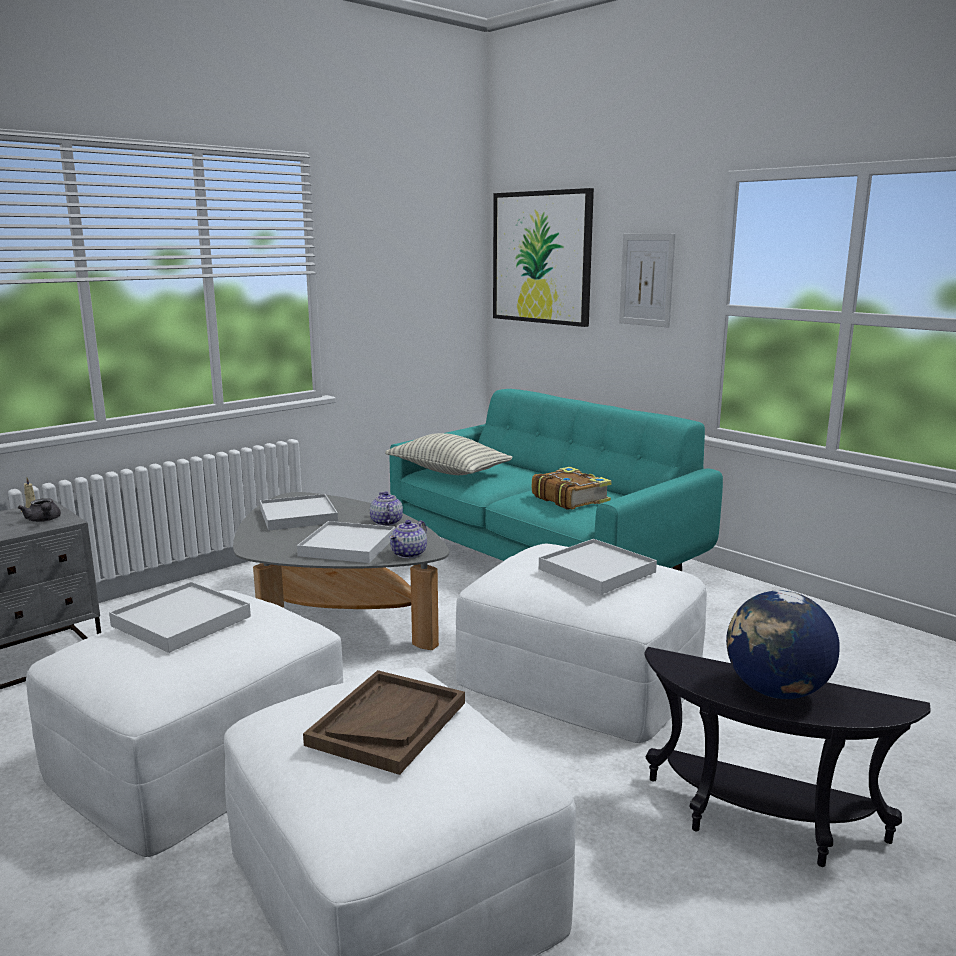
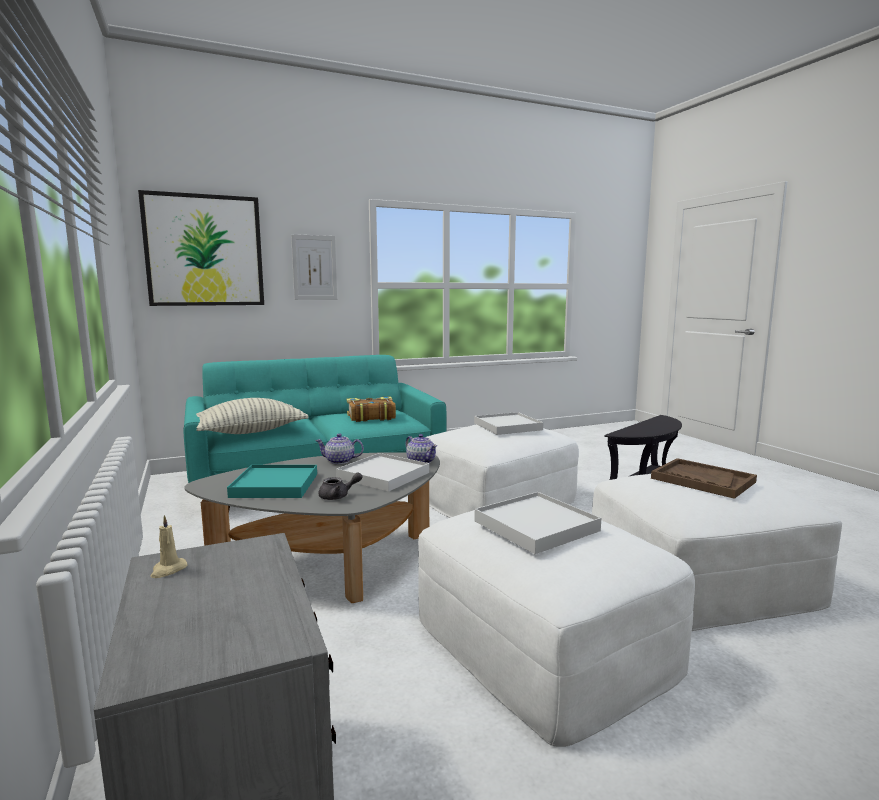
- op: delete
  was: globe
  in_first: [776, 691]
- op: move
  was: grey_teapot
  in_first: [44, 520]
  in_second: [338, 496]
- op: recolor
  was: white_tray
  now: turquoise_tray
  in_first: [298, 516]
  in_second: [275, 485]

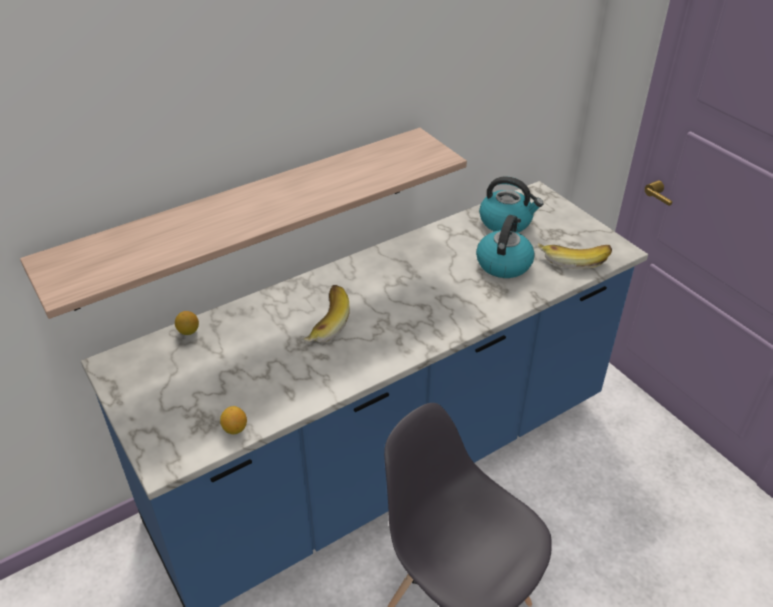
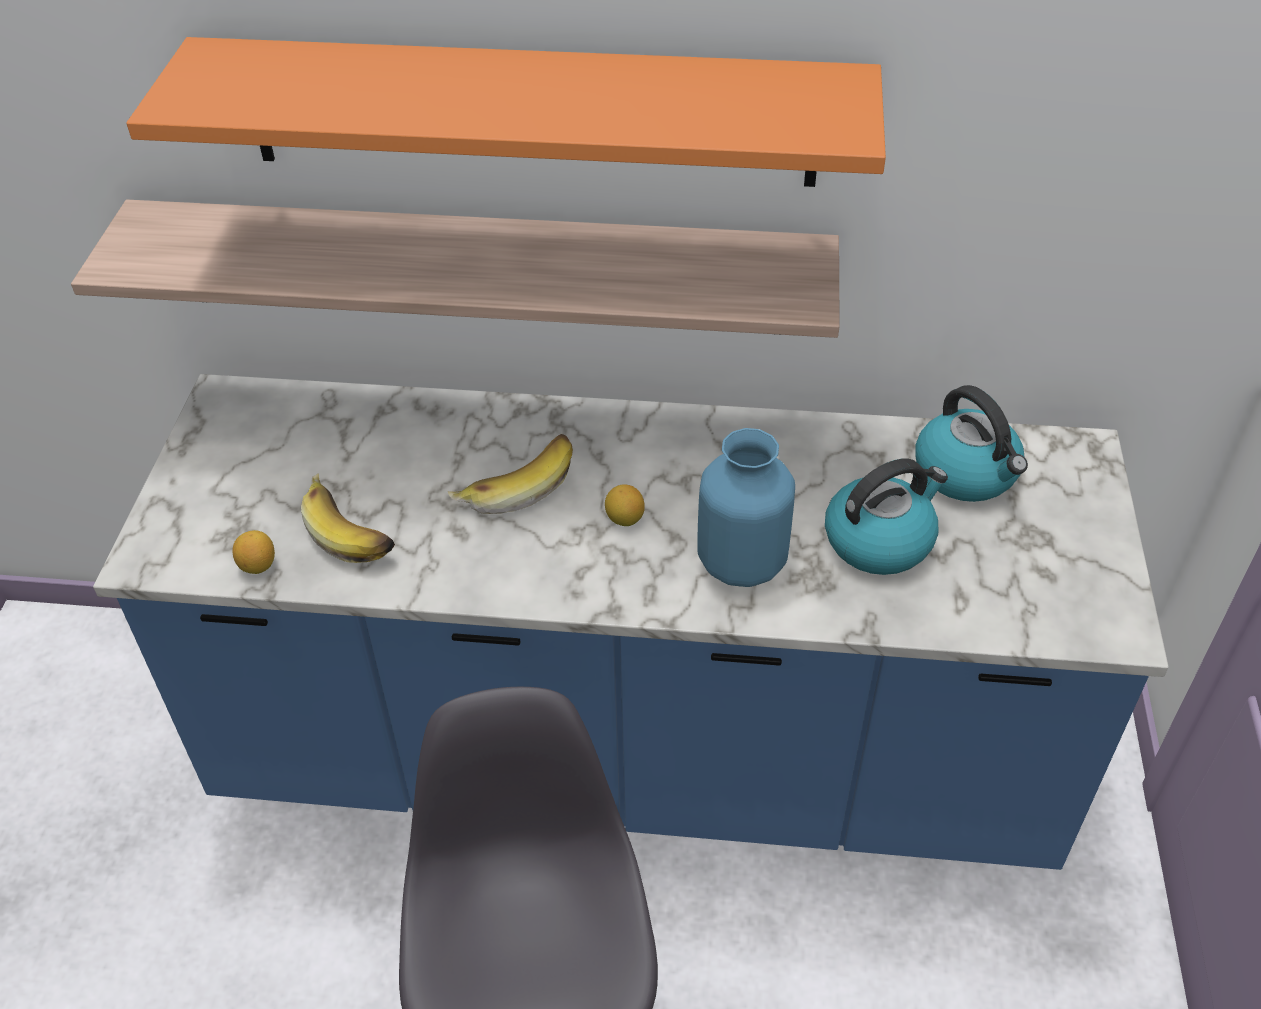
- op: insert
  now: orange_shelf
  in_second: [530, 112]
- op: insert
  now: blue_vase
  in_second: [740, 564]
- op: move
  was: lemon
  in_first: [188, 331]
  in_second: [625, 519]
- op: move
  was: banana
  in_first: [573, 259]
  in_second: [353, 531]

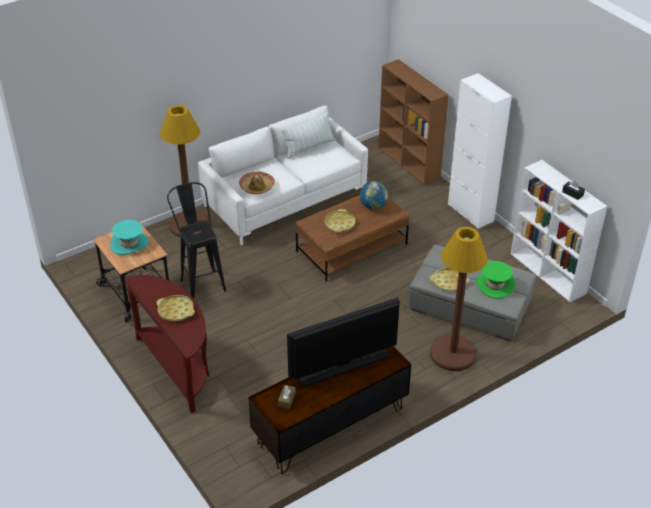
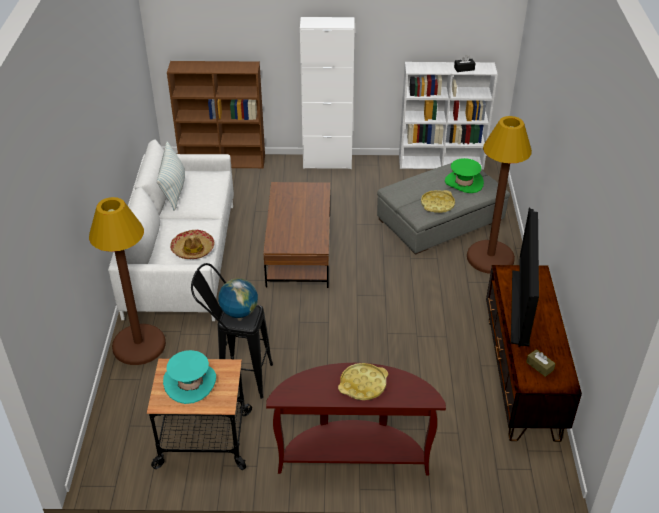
- op: delete
  was: yellow_tray
  in_first: [339, 224]
- op: move
  was: globe
  in_first: [373, 206]
  in_second: [239, 312]

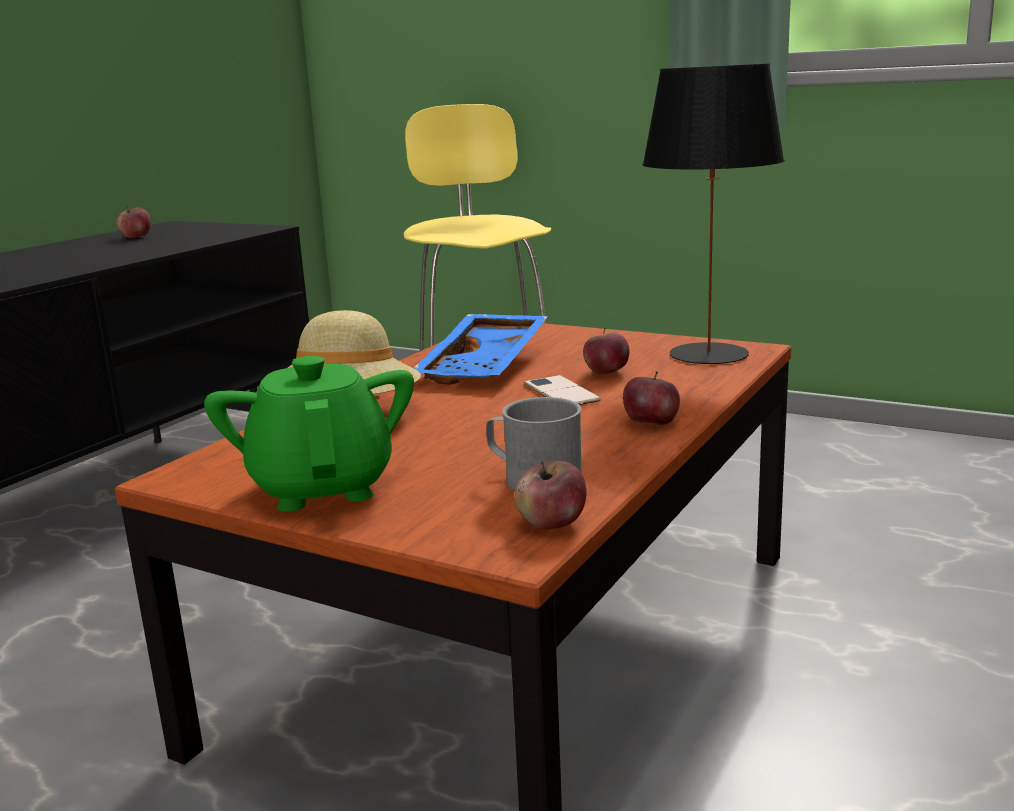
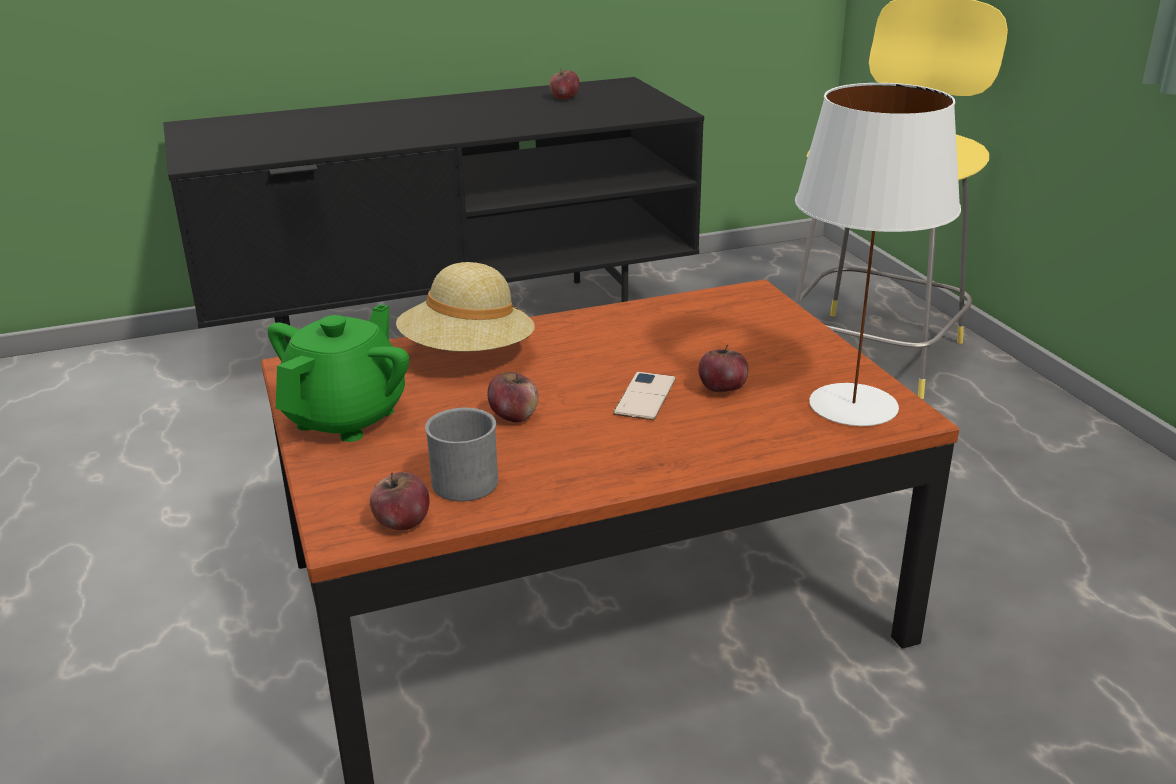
- op: delete
  was: blue_tray
  in_first: [486, 366]
- op: move
  was: apple
  in_first: [651, 423]
  in_second: [514, 416]
- op: recolor
  was: black_table_lamp
  now: white_table_lamp
  in_first: [707, 354]
  in_second: [851, 405]

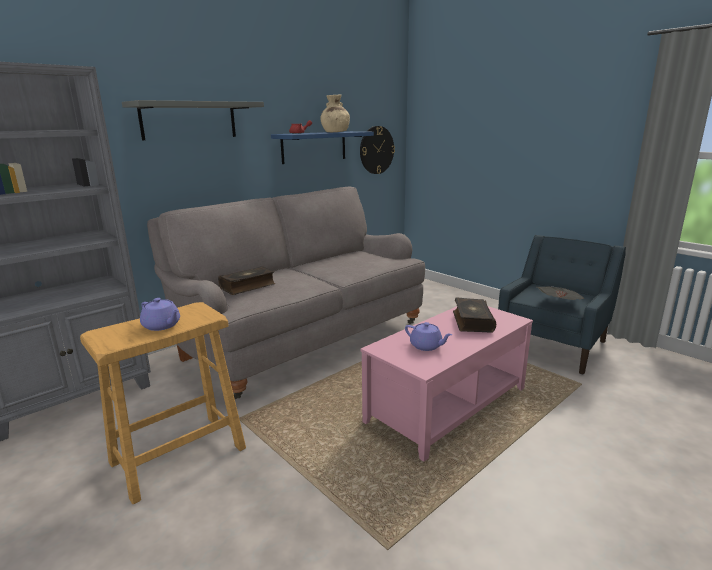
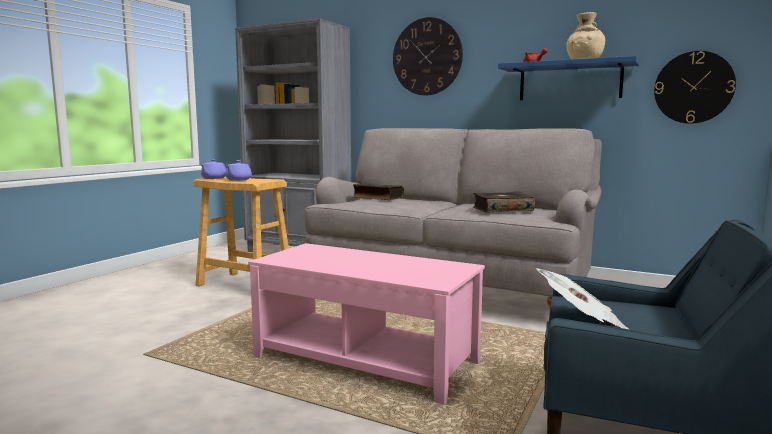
- op: move
  was: purple_teapot
  in_first: [426, 346]
  in_second: [213, 178]
- op: move
  was: book
  in_first: [472, 321]
  in_second: [502, 209]
- op: replace
  was: grey_shelf
  now: wall_clock
  in_first: [189, 120]
  in_second: [427, 57]

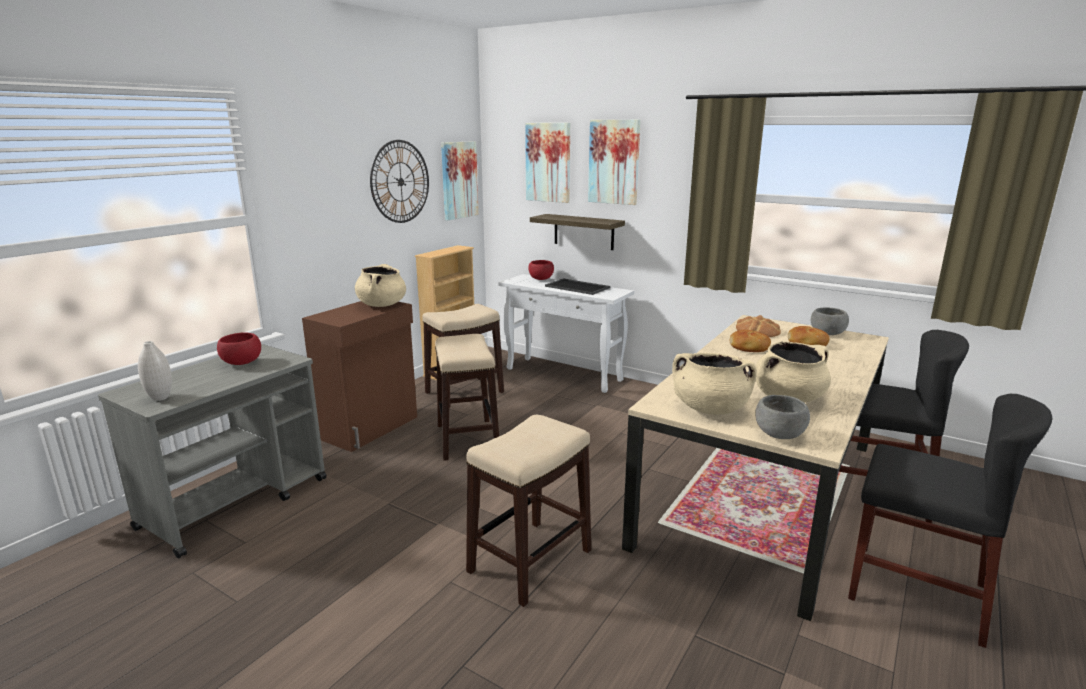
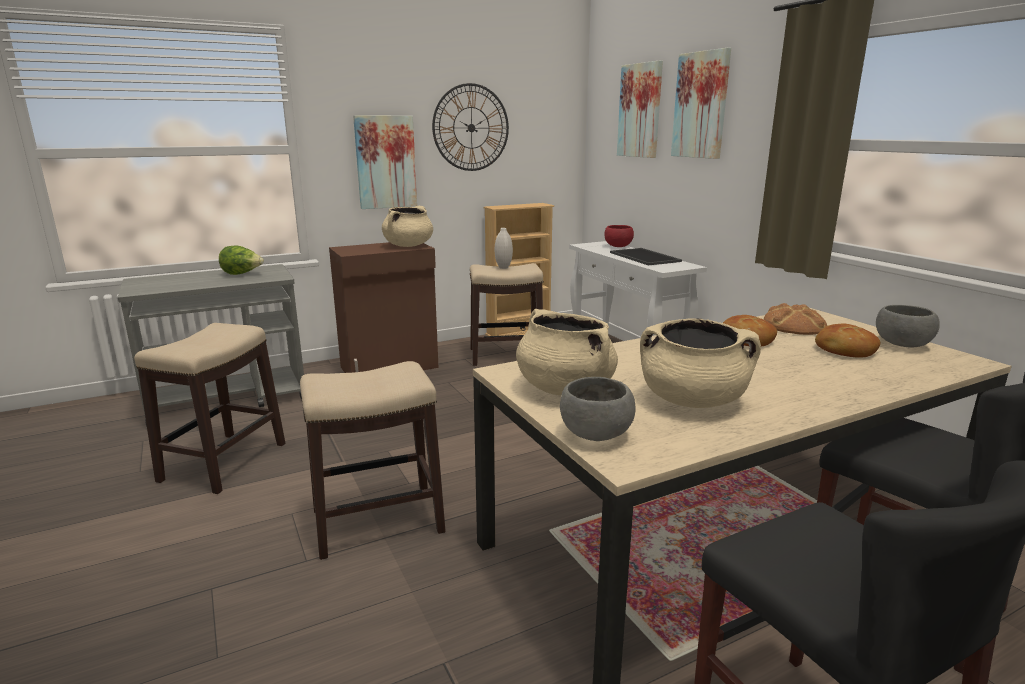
- op: delete
  was: shelf
  in_first: [583, 232]
- op: move
  was: white_vase
  in_first: [160, 398]
  in_second: [503, 267]
- op: move
  was: stool
  in_first: [467, 438]
  in_second: [225, 461]
- op: move
  was: picture
  in_first: [459, 180]
  in_second: [385, 162]
- op: replace
  was: red_bowl
  now: lettuce
  in_first: [242, 363]
  in_second: [242, 274]

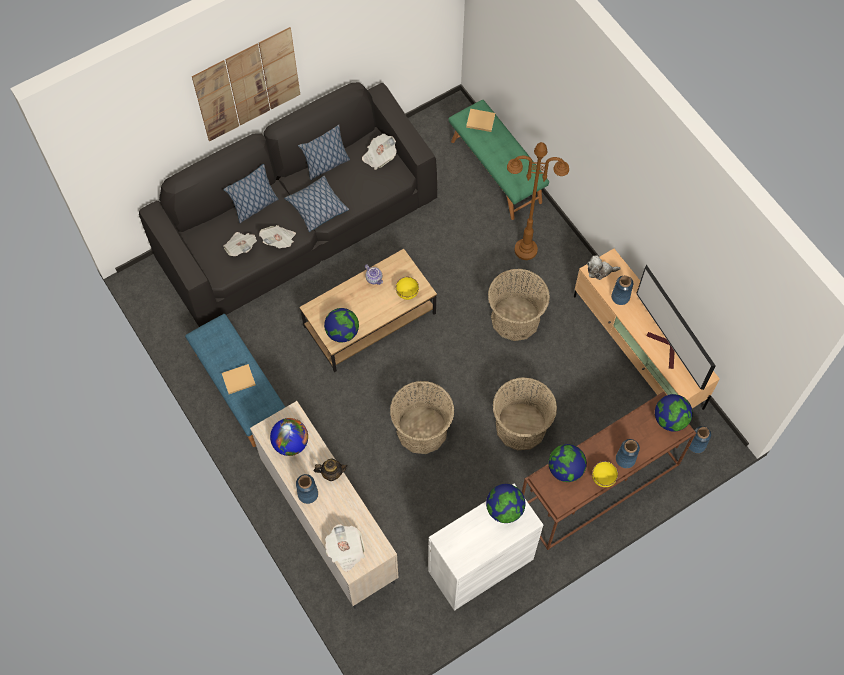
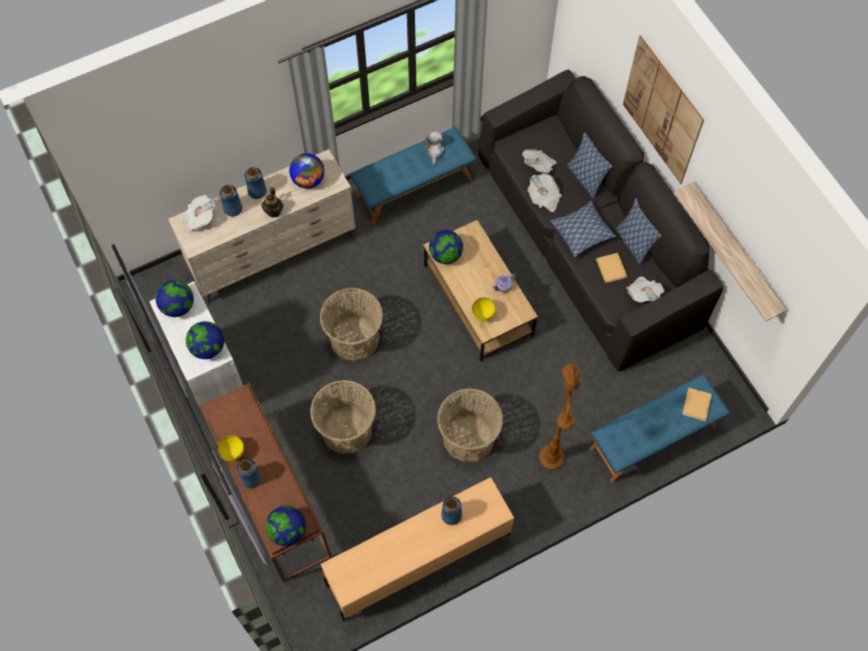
- op: delete
  was: television
  in_first: [667, 348]
- op: insert
  now: shelf
  in_second: [736, 251]
- op: move
  was: beige_book
  in_first: [237, 380]
  in_second: [611, 267]
- op: move
  was: globe
  in_first: [565, 469]
  in_second: [178, 306]
- op: move
  was: plush_toy
  in_first: [600, 271]
  in_second: [434, 151]
- op: move
  was: blue_vase
  in_first: [696, 445]
  in_second: [233, 209]
- op: recolor
  was: green_bench
  now: blue_bench
  in_first: [496, 171]
  in_second: [653, 438]

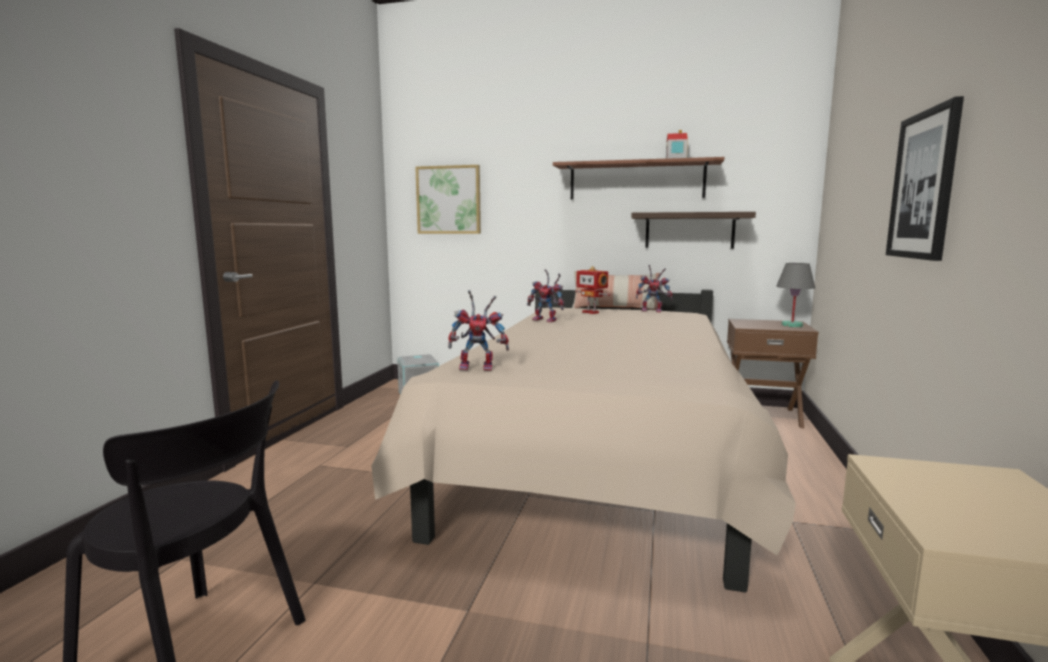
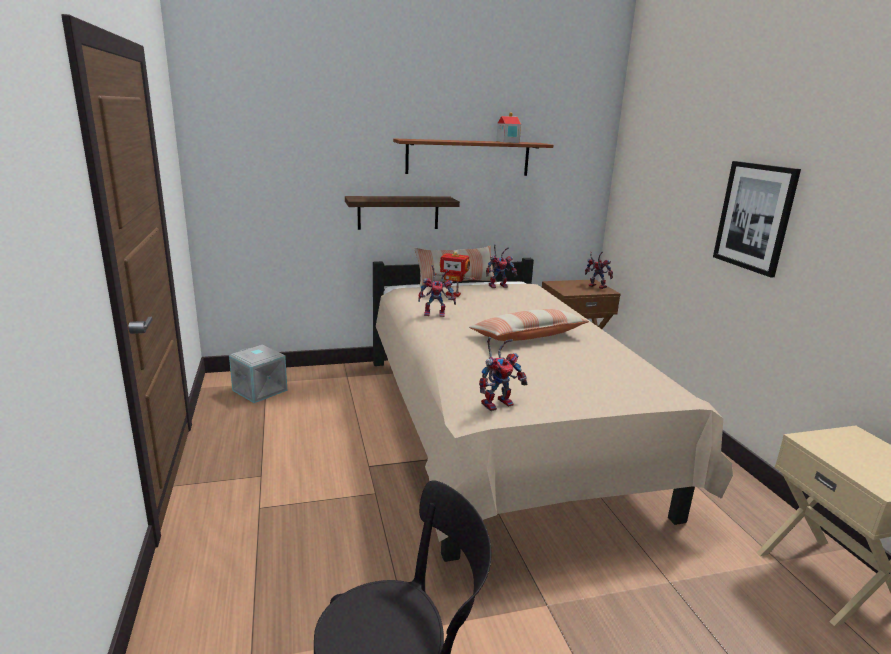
- op: delete
  was: picture
  in_first: [449, 200]
- op: insert
  now: pillow
  in_second: [528, 336]
- op: move
  was: shelf
  in_first: [689, 230]
  in_second: [398, 212]
- op: replace
  was: grey_table_lamp
  now: toy_robot
  in_first: [791, 325]
  in_second: [595, 286]

